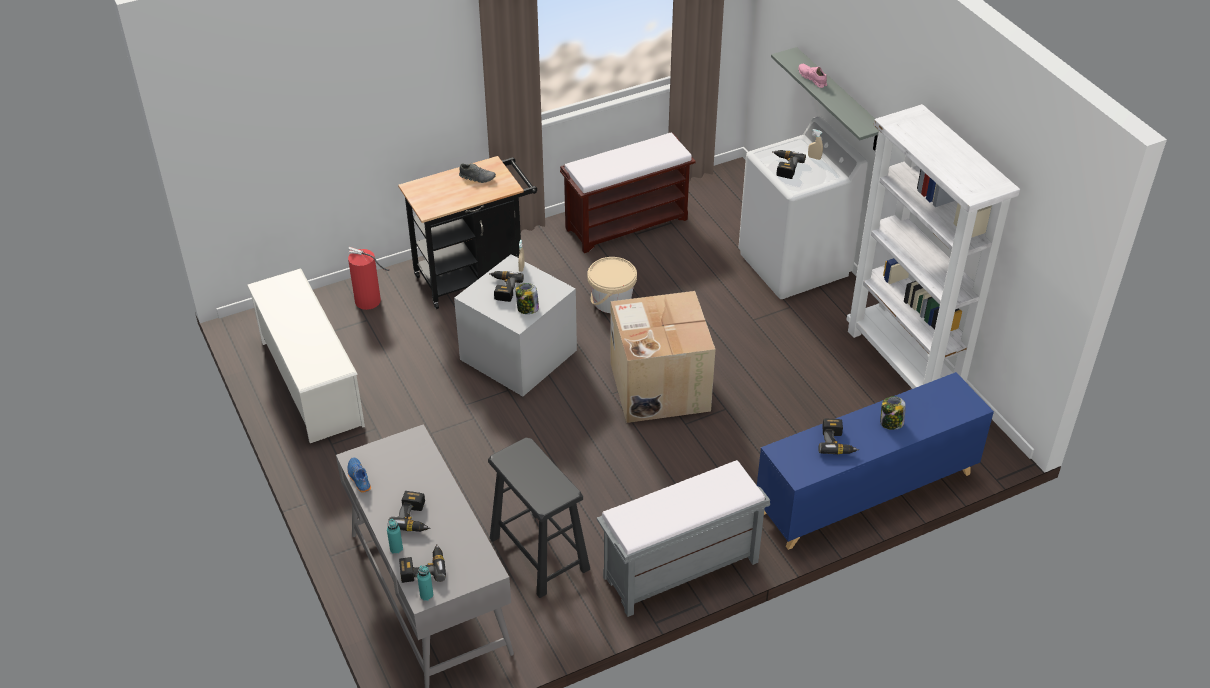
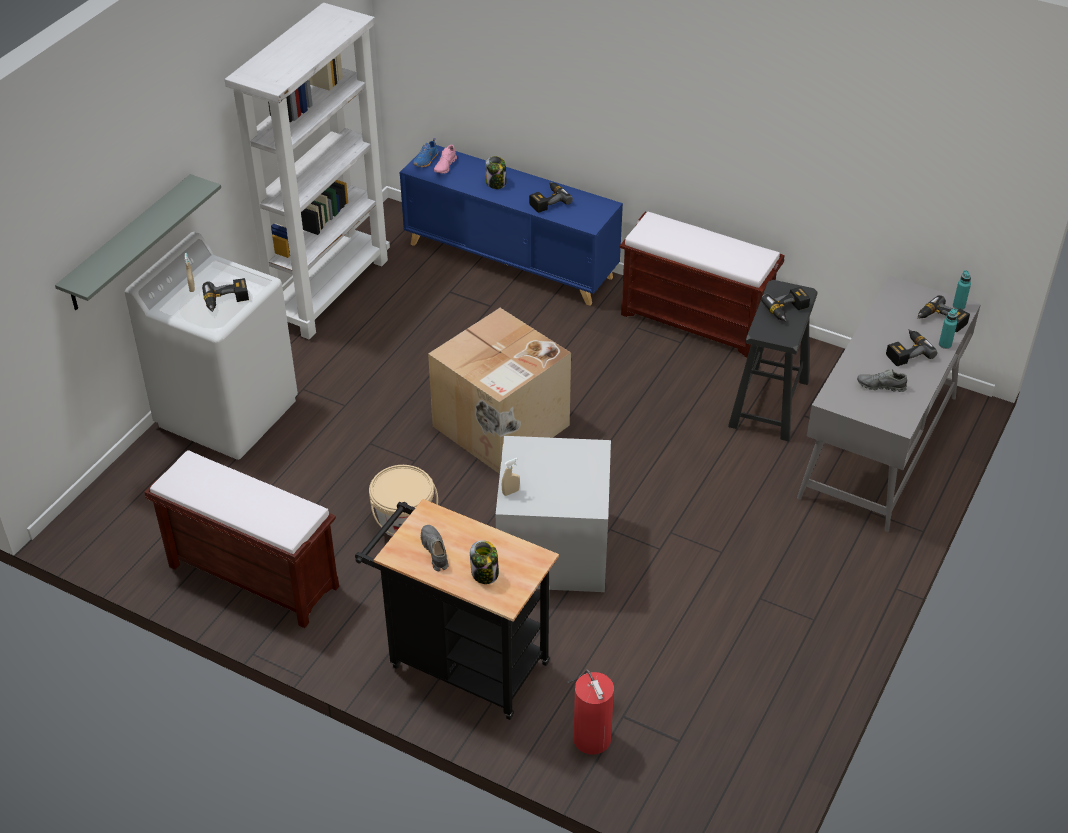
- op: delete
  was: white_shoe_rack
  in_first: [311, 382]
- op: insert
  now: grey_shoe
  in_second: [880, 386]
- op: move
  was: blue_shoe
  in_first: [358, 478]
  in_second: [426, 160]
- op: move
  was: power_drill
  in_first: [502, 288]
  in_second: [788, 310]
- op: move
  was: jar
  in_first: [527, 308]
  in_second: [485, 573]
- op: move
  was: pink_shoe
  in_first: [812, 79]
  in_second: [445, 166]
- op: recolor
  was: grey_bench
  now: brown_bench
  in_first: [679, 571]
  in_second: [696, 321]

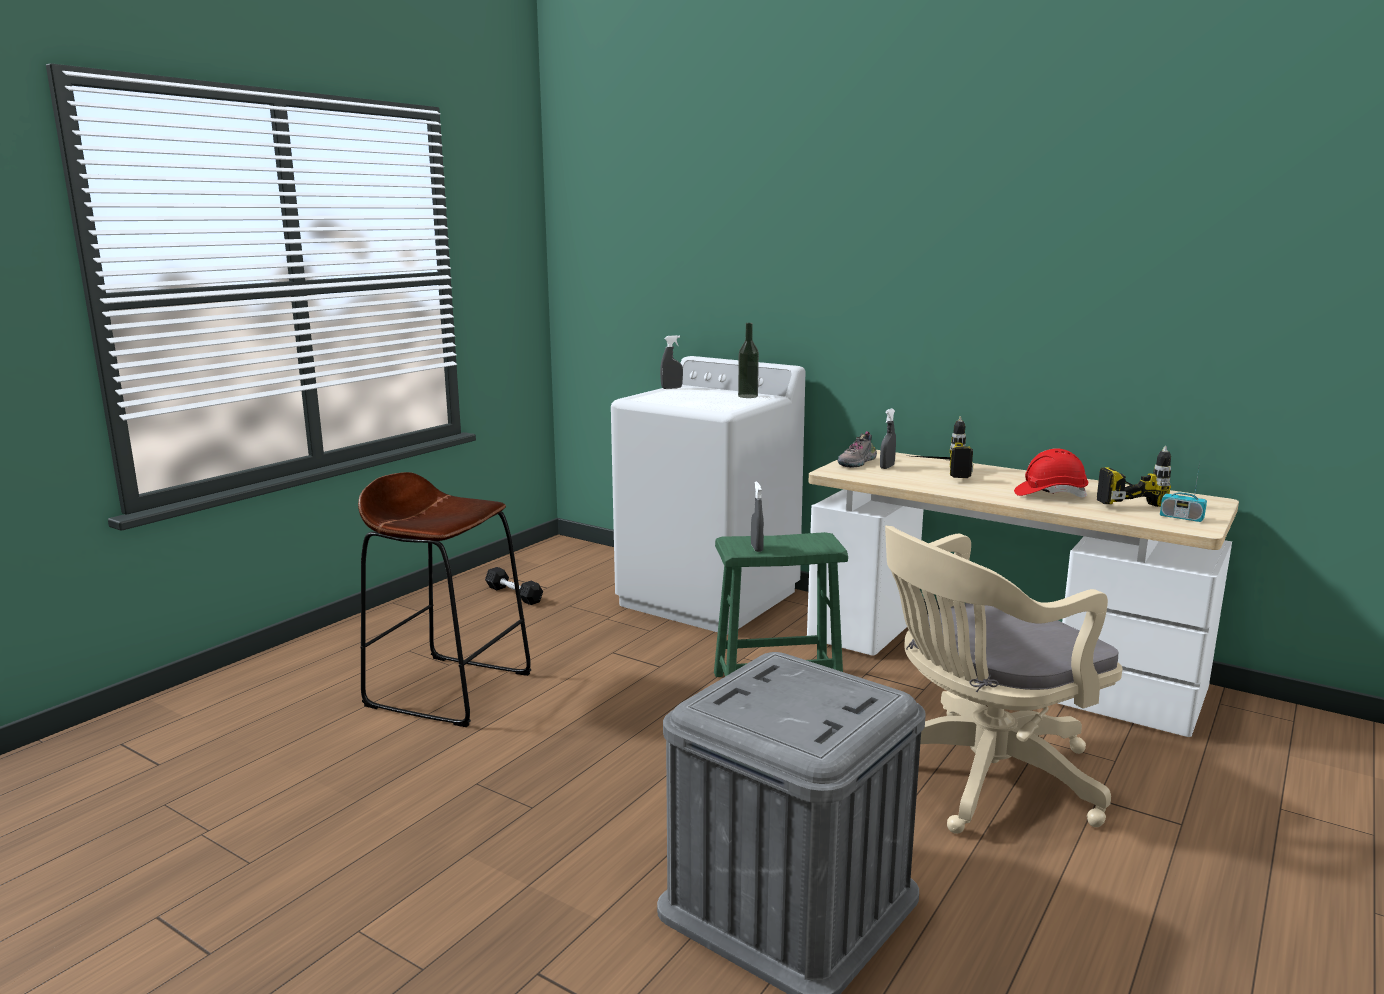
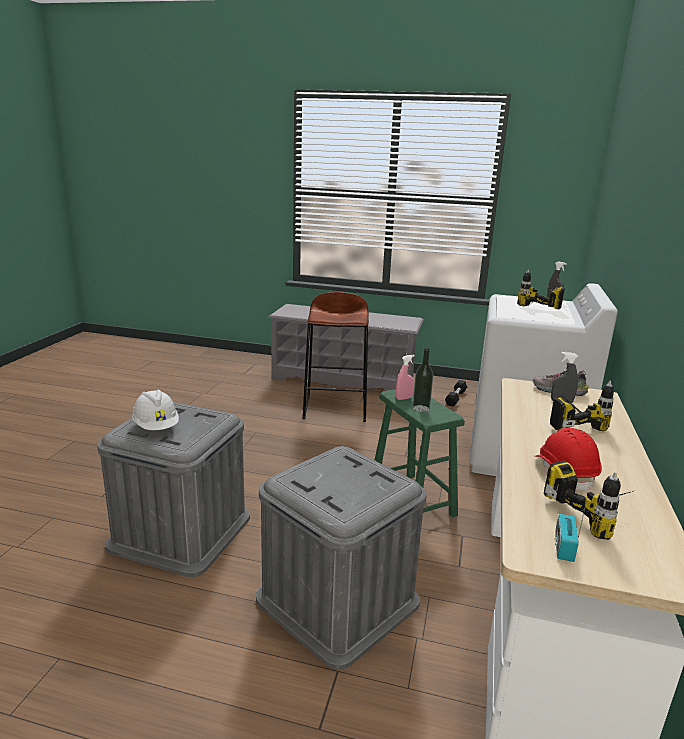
- op: insert
  now: white_hard_hat
  in_second: [156, 427]
- op: insert
  now: grey_shoe_rack
  in_second: [344, 379]
- op: insert
  now: power_drill
  in_second: [535, 311]
- op: move
  was: bottle
  in_first: [748, 396]
  in_second: [421, 408]
- op: replace
  was: beige_office_chair
  now: grey_storage_box
  in_first: [979, 778]
  in_second: [338, 600]
- op: recolor
  was: grey_spray_bottle
  now: pink_spray_bottle
  in_first: [756, 548]
  in_second: [404, 398]

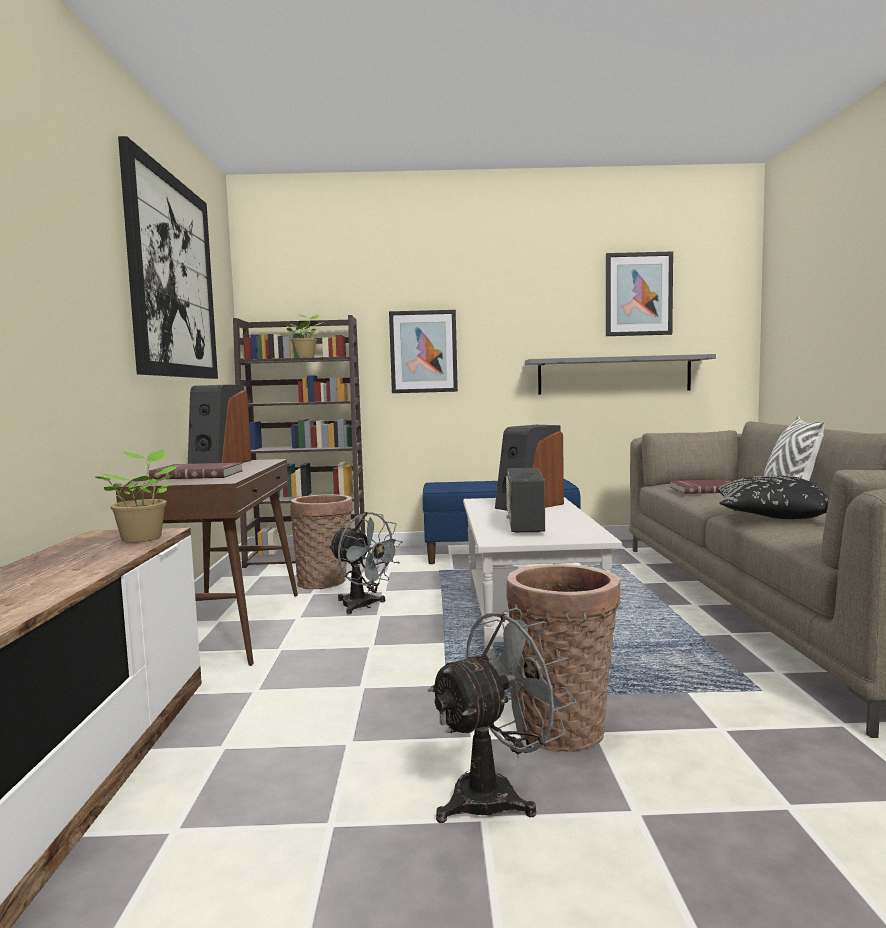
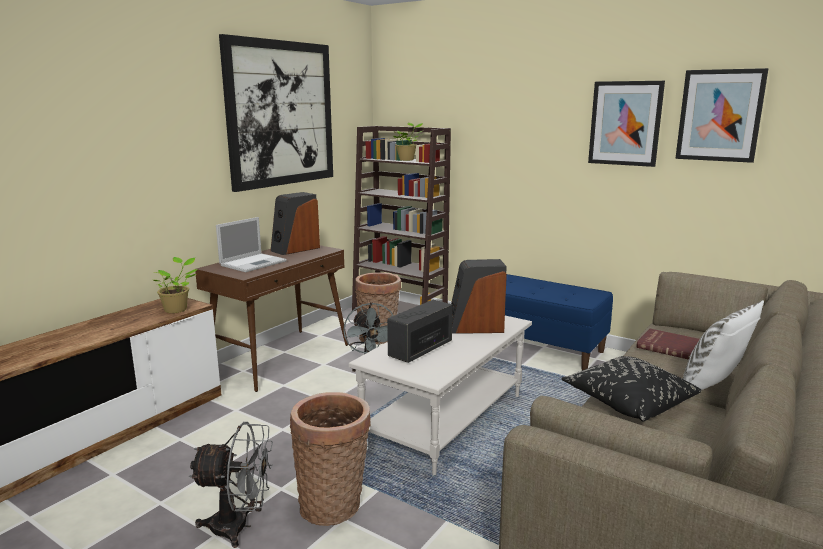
- op: delete
  was: grey_shelf
  in_first: [614, 375]
- op: move
  was: picture
  in_first: [423, 351]
  in_second: [625, 123]
- op: replace
  was: red_book
  now: laptop
  in_first: [198, 475]
  in_second: [254, 263]

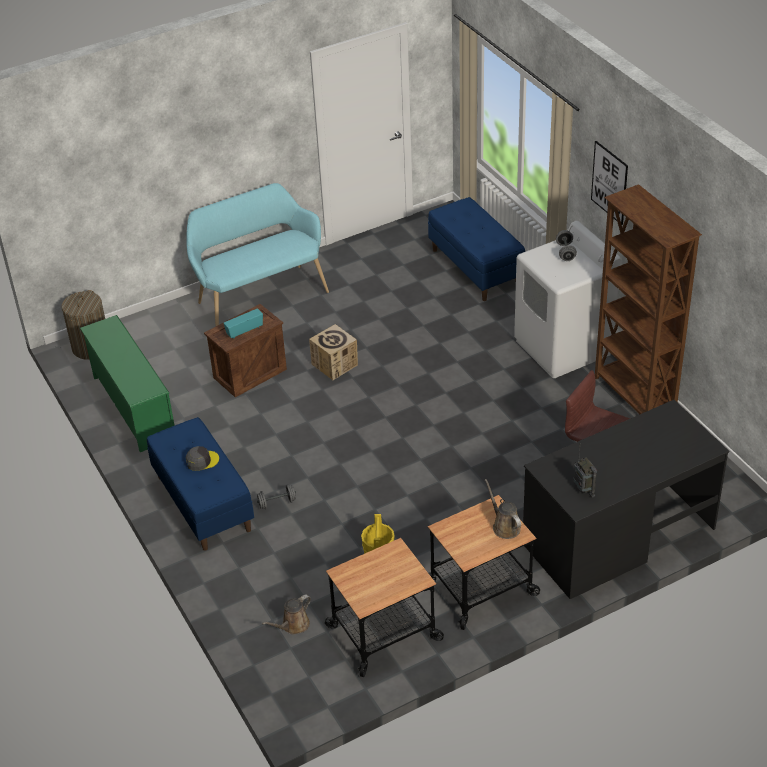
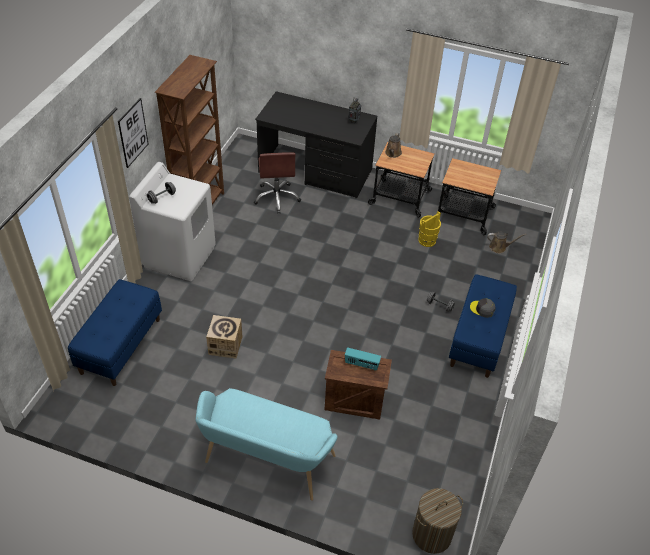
- op: delete
  was: green_shoe_rack
  in_first: [132, 407]
- op: move
  was: cardboard_box
  in_first: [335, 364]
  in_second: [225, 345]

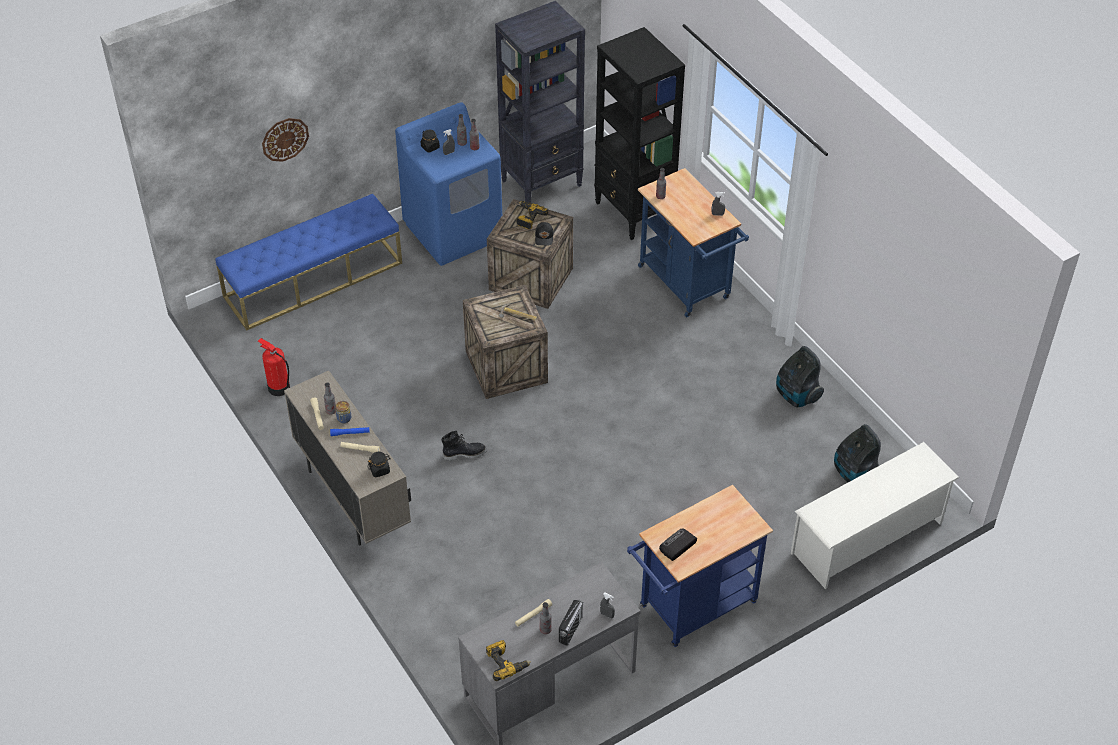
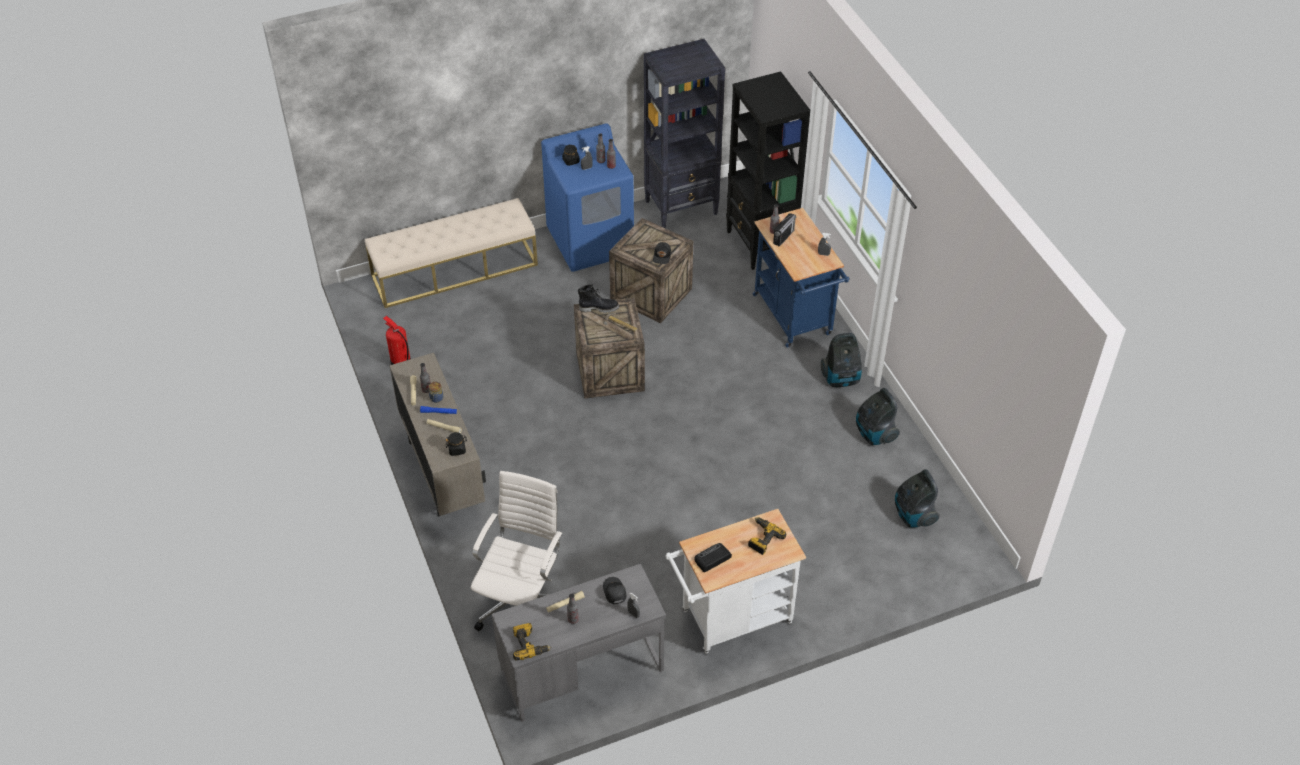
- op: delete
  was: wall_clock
  in_first: [285, 139]
- op: delete
  was: white_shoe_rack
  in_first: [867, 538]
- op: insert
  now: white_office_chair
  in_second: [522, 601]
- op: insert
  now: black_cap
  in_second: [614, 592]
- op: insert
  now: vacuum_cleaner
  in_second: [841, 379]
- op: move
  was: black_boot
  in_first: [464, 453]
  in_second: [599, 308]
- op: move
  was: power_drill
  in_first: [528, 218]
  in_second: [762, 538]
- op: move
  was: radio
  in_first: [570, 629]
  in_second: [783, 237]
- op: recolor
  was: blue_bench
  now: beige_bench
  in_first: [313, 279]
  in_second: [455, 270]
- op: recolor
  was: blue_cart
  now: white_cart
  in_first: [692, 608]
  in_second: [730, 619]

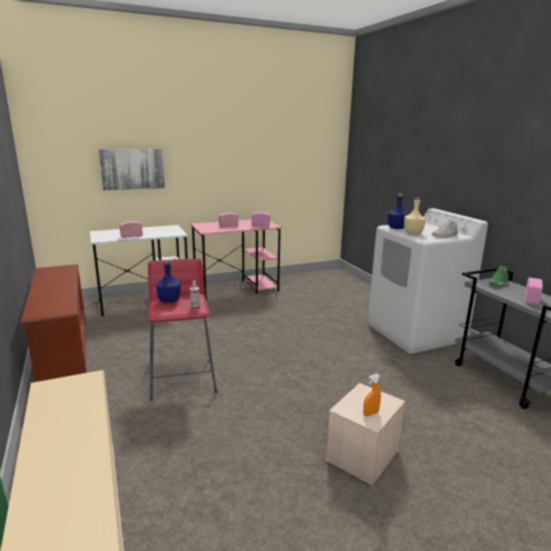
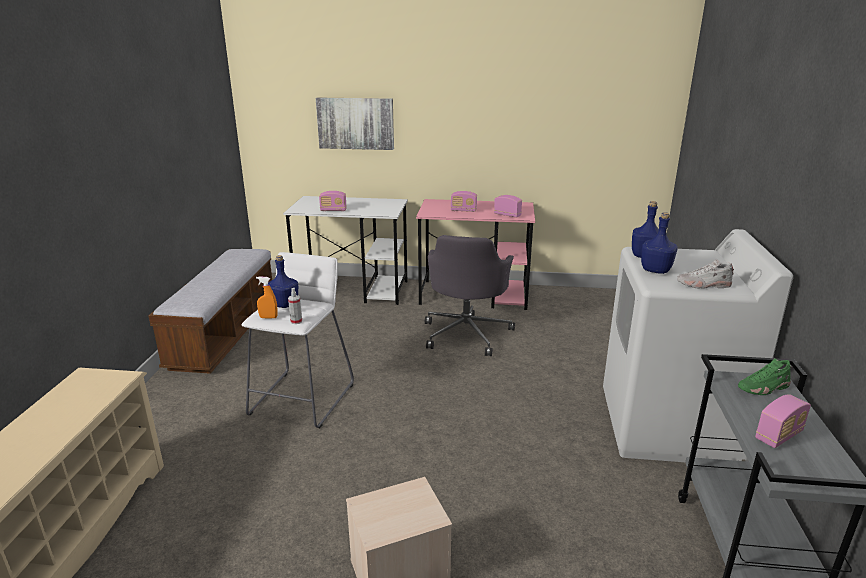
- op: insert
  now: grey_office_chair
  in_second: [467, 333]
- op: move
  was: orange_spray_bottle
  in_first: [370, 413]
  in_second: [268, 317]
- op: replace
  was: brown_shoe_rack
  now: bench
  in_first: [63, 351]
  in_second: [225, 332]
- op: recolor
  was: red_stool
  now: white_stool
  in_first: [182, 378]
  in_second: [302, 399]
- op: recolor
  was: beige_bottle
  now: blue_bottle
  in_first: [413, 233]
  in_second: [656, 270]

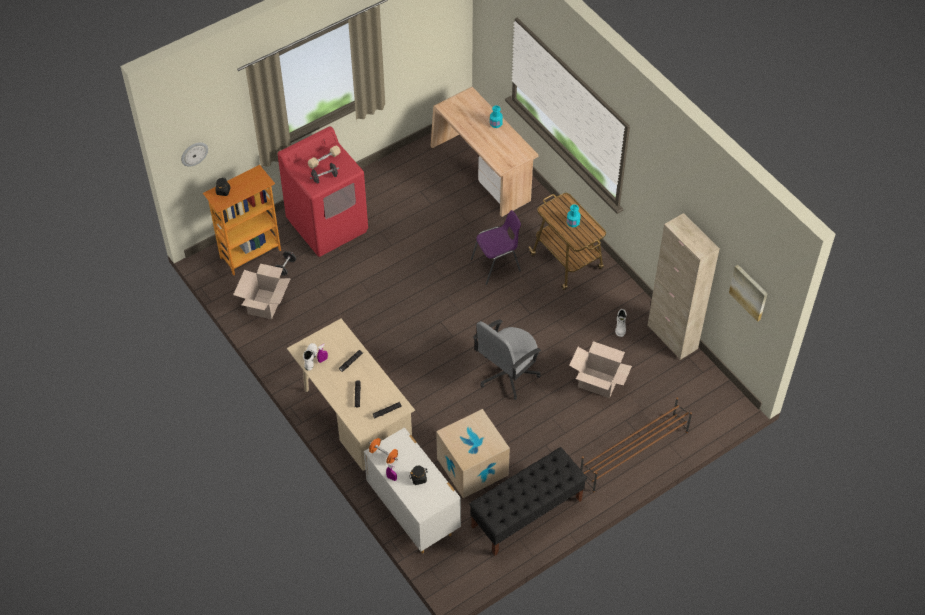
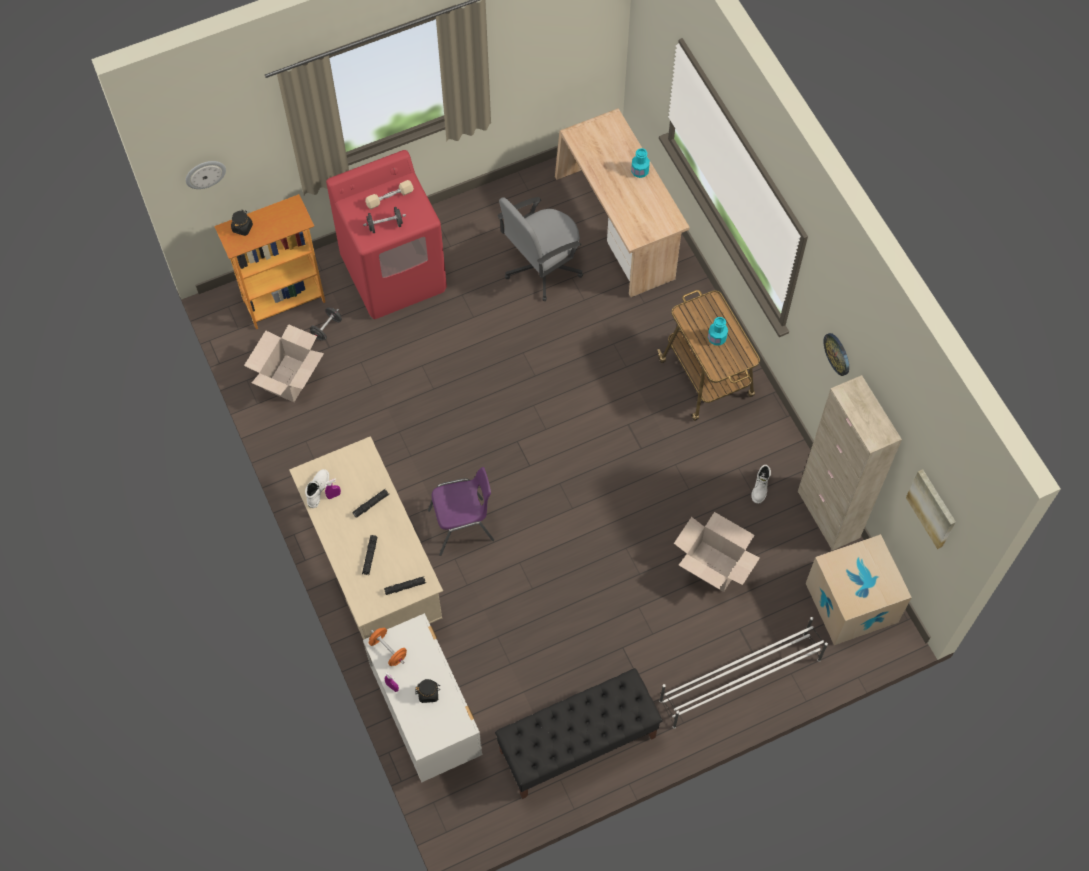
- op: insert
  now: wall_clock
  in_second: [837, 353]
- op: move
  was: cardboard_box
  in_first: [472, 467]
  in_second: [851, 602]
- op: move
  was: purple_chair
  in_first: [497, 265]
  in_second: [463, 526]
- op: move
  was: grey_office_chair
  in_first: [507, 374]
  in_second: [541, 267]
- op: recolor
  was: brown_shoe_rack
  now: white_shoe_rack
  in_first: [633, 453]
  in_second: [739, 680]

